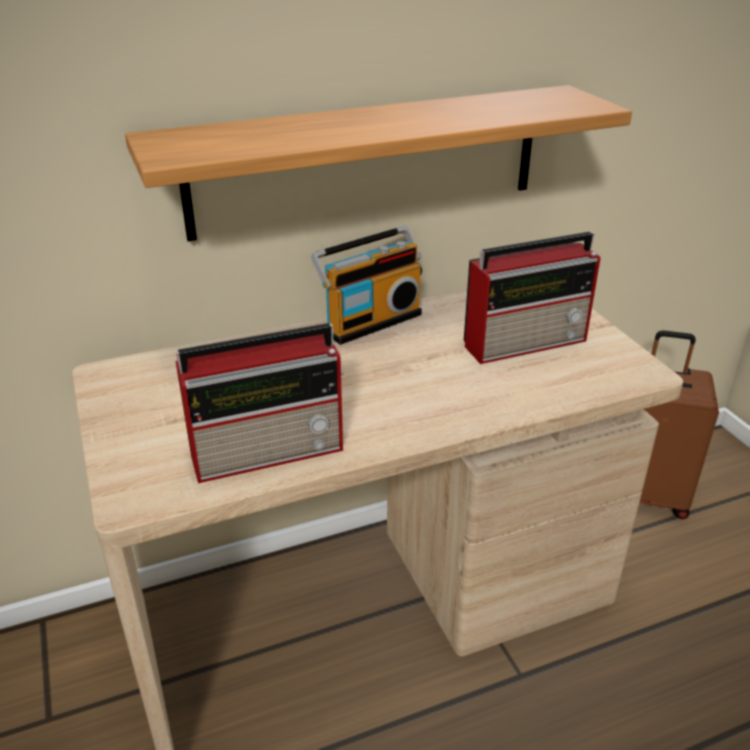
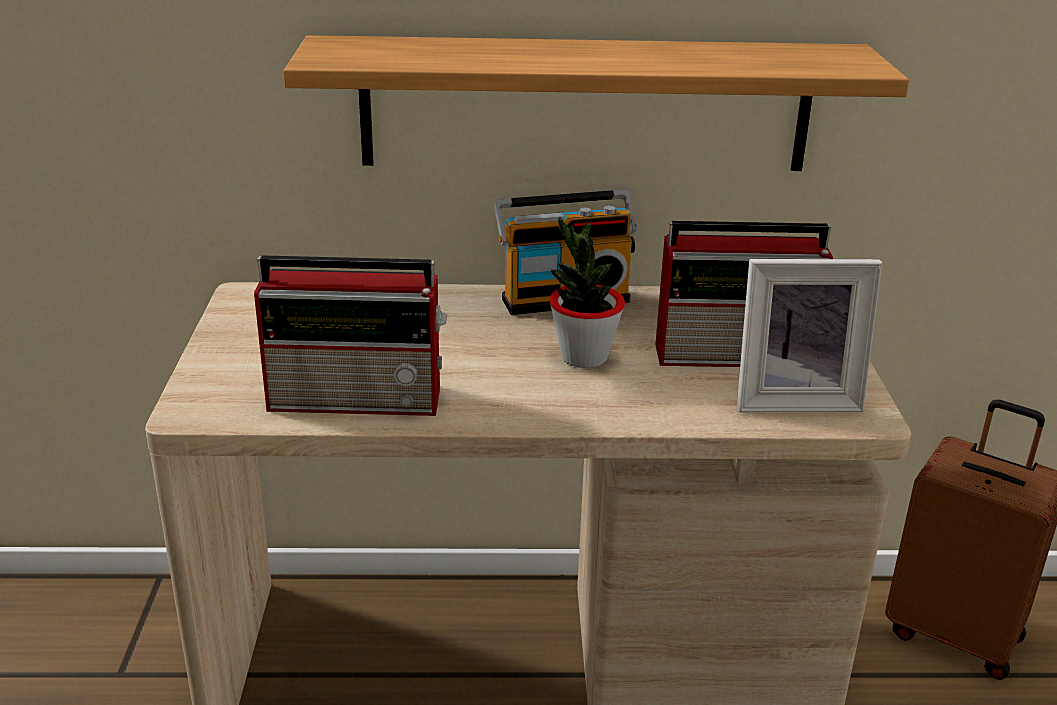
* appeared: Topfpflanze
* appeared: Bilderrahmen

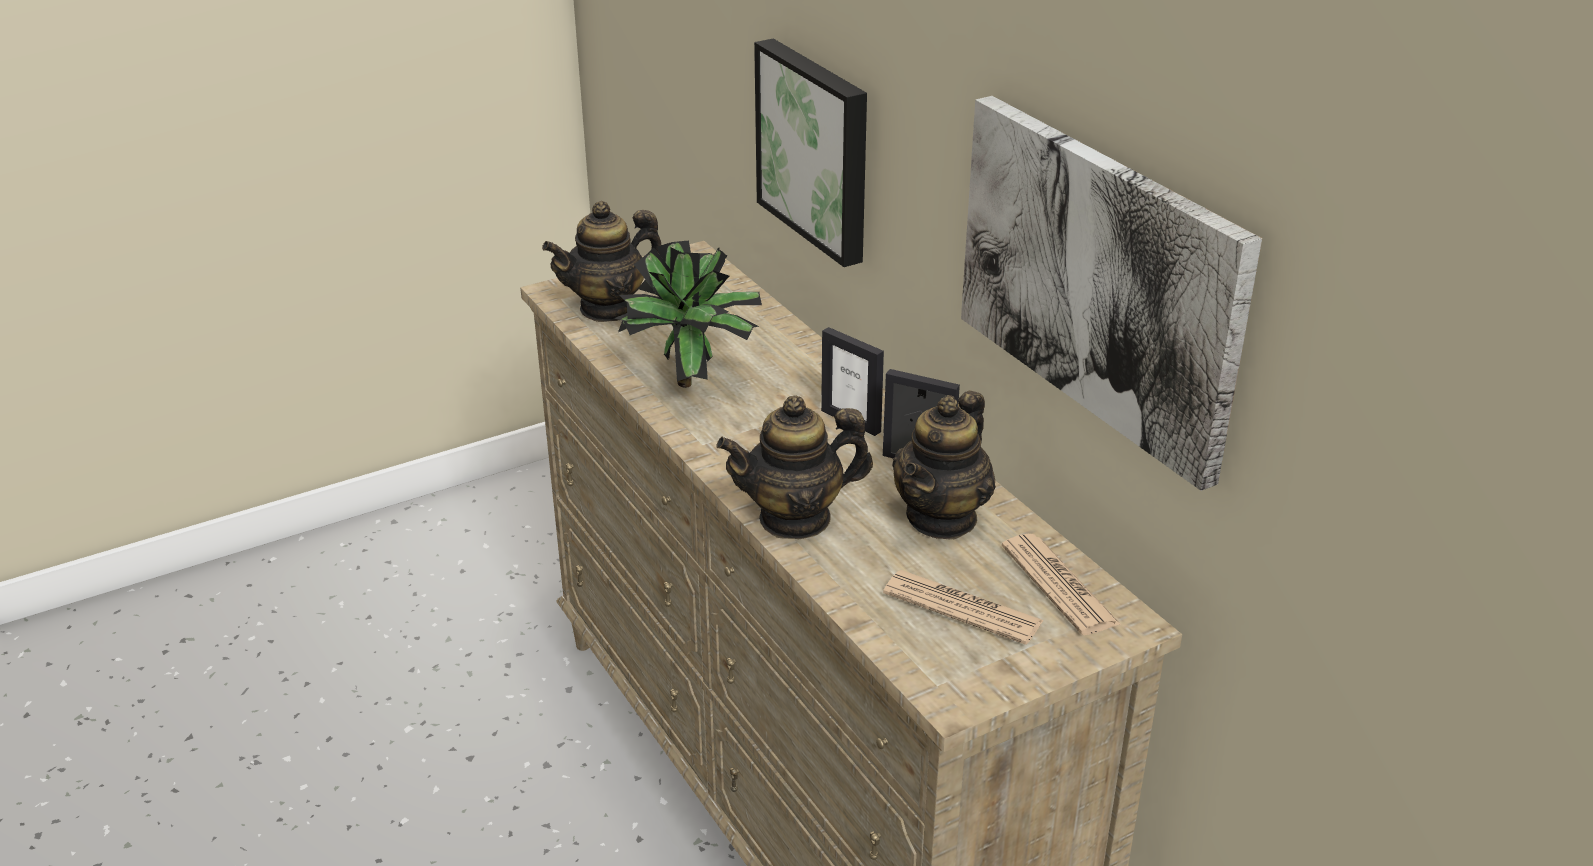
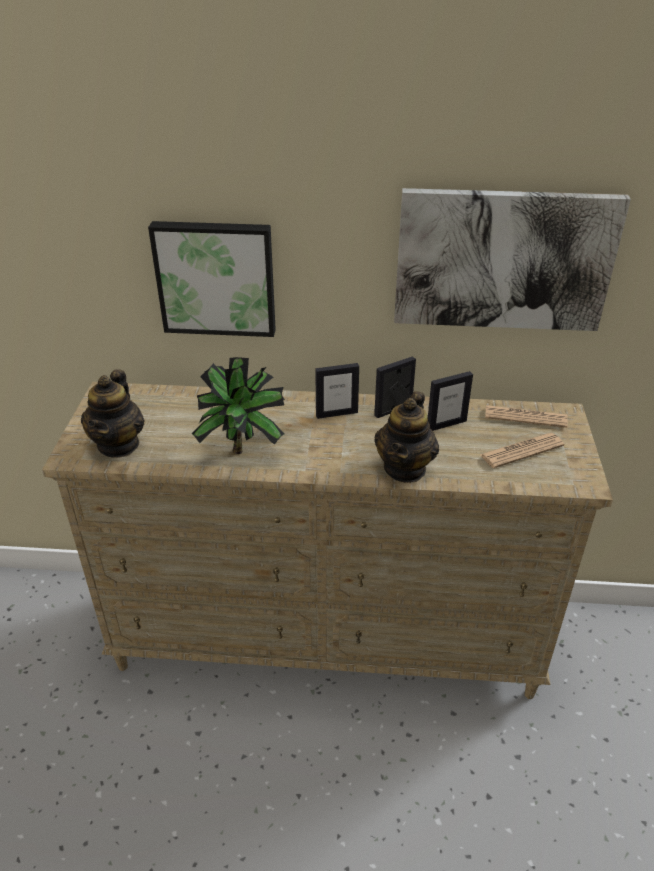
* exchanged: Teekanne (no. 3 from left) to Bilderrahmen (no. 3 from left)

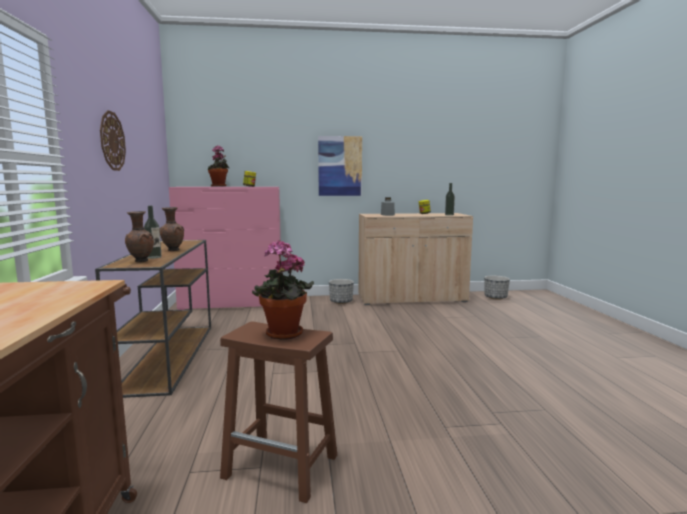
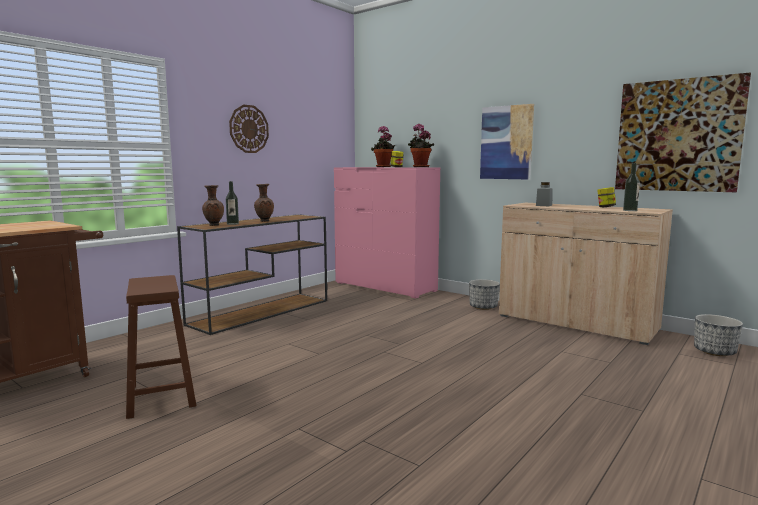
* relocated: Topfpflanze (no. 2 from left)
* appeared: Bild (no. 2 from left)

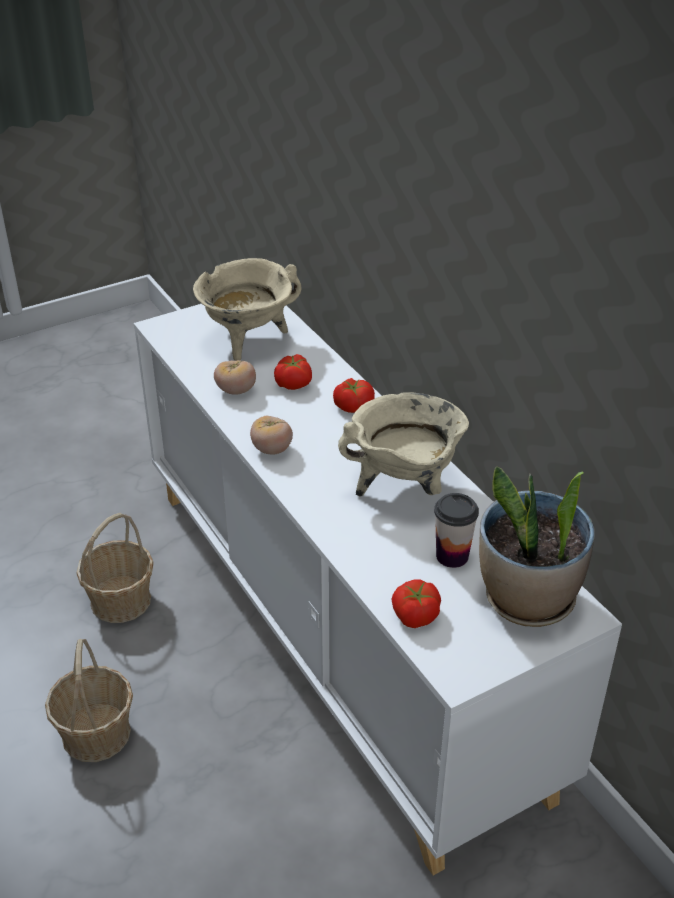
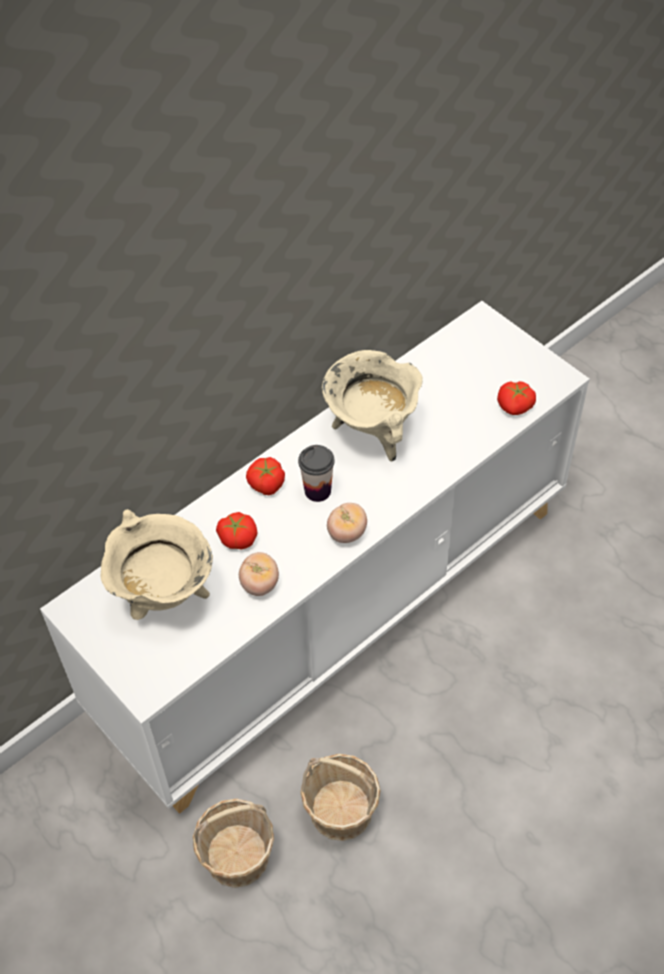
* relocated: Korb (no. 1 from left)
* relocated: Tasse
* missing: Topfpflanze

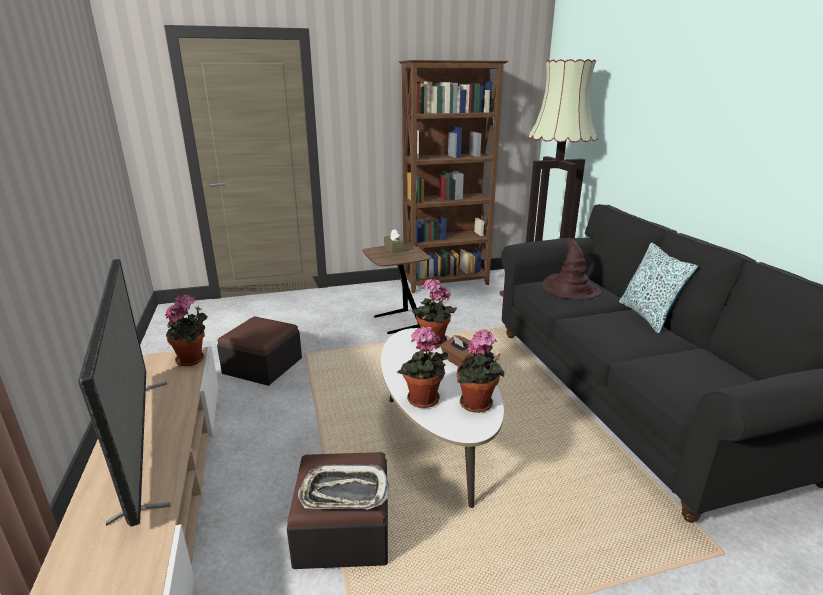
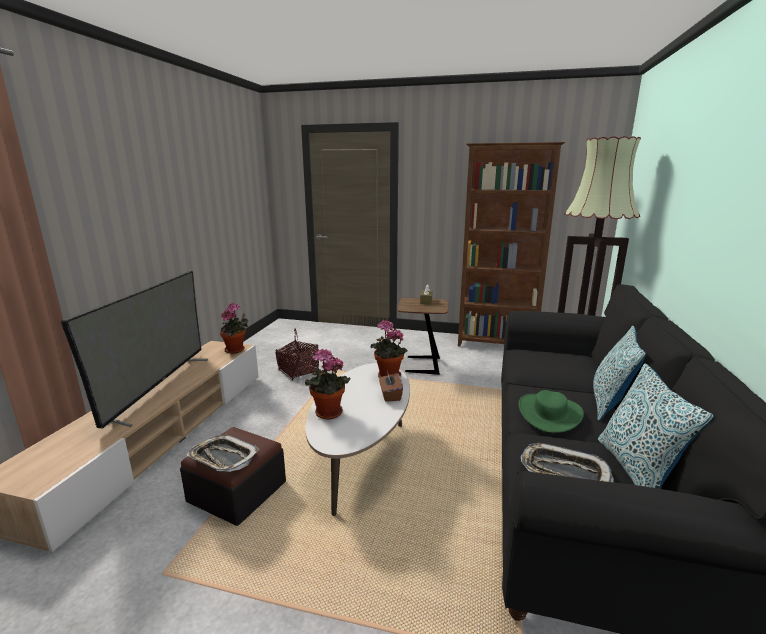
* exchanged: Polsterhocker (no. 1 from left) to Korb
* appeared: Hut [grün]
* appeared: Tablett (no. 2 from left)
* appeared: Kissen (no. 2 from left)
* missing: Topfpflanze (no. 4 from left)
* missing: Hut [braun]

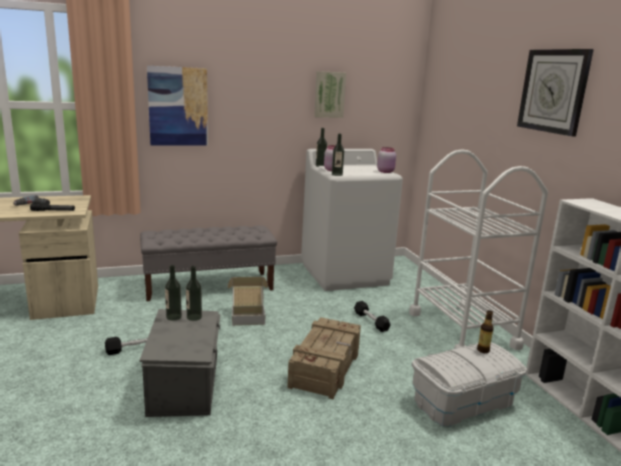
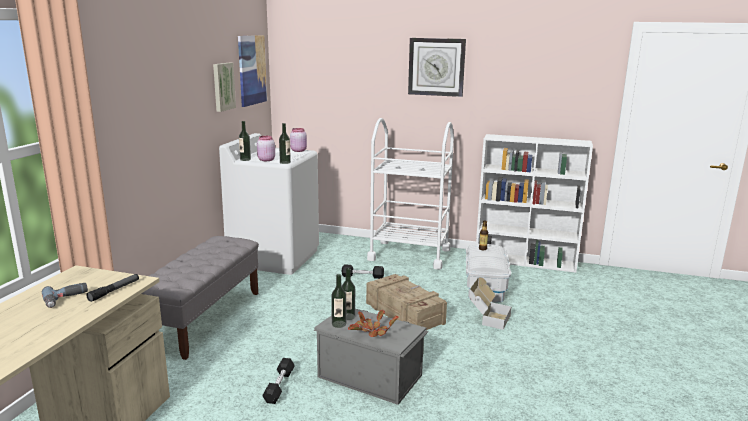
* relocated: Bild (no. 1 from left in the first image) to Bild (no. 2 from left)
* appeared: Topfpflanze
* relocated: Karton

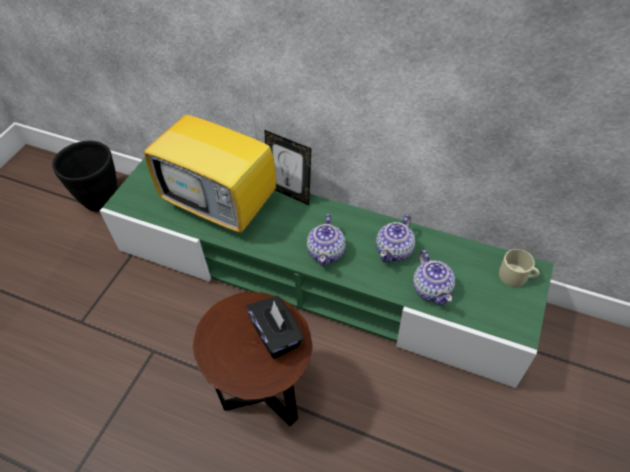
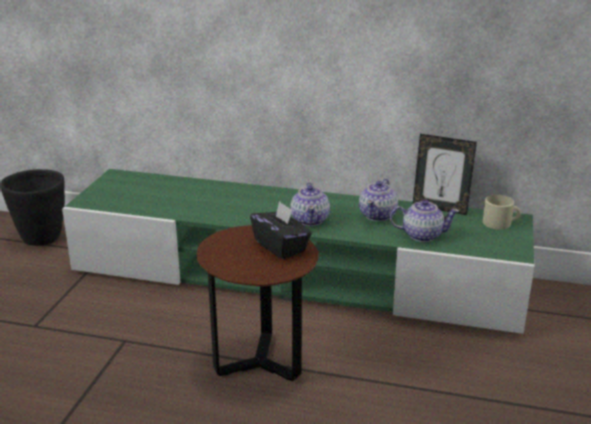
* spun: Teekanne (no. 3 from left) 60 degrees counterclockwise
* relocated: Bilderrahmen
* missing: Fernseher

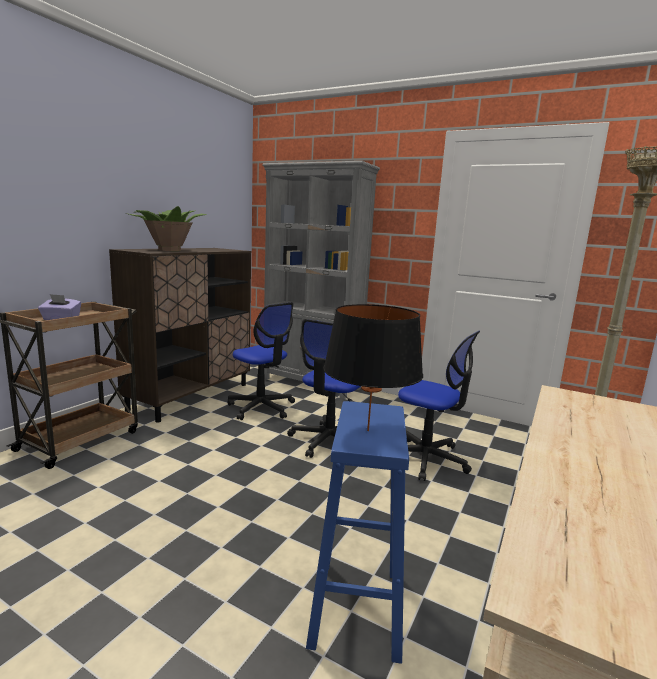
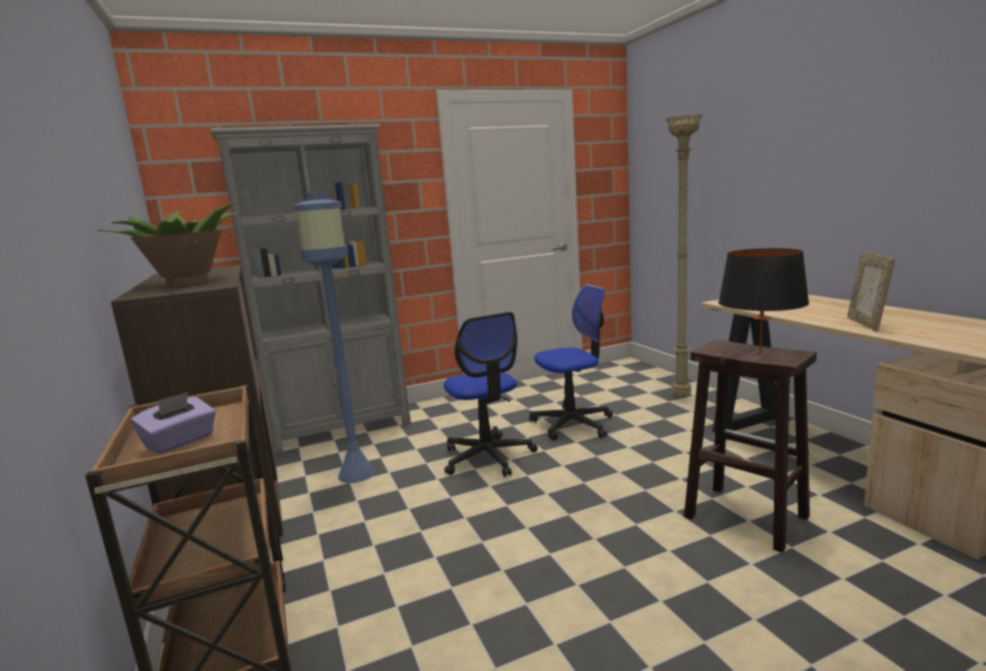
* exchanged: Bürostuhl (no. 1 from left) to Stehlampe [blau]
* colour: Hocker [blau] to Hocker [braun]
* appeared: Bilderrahmen

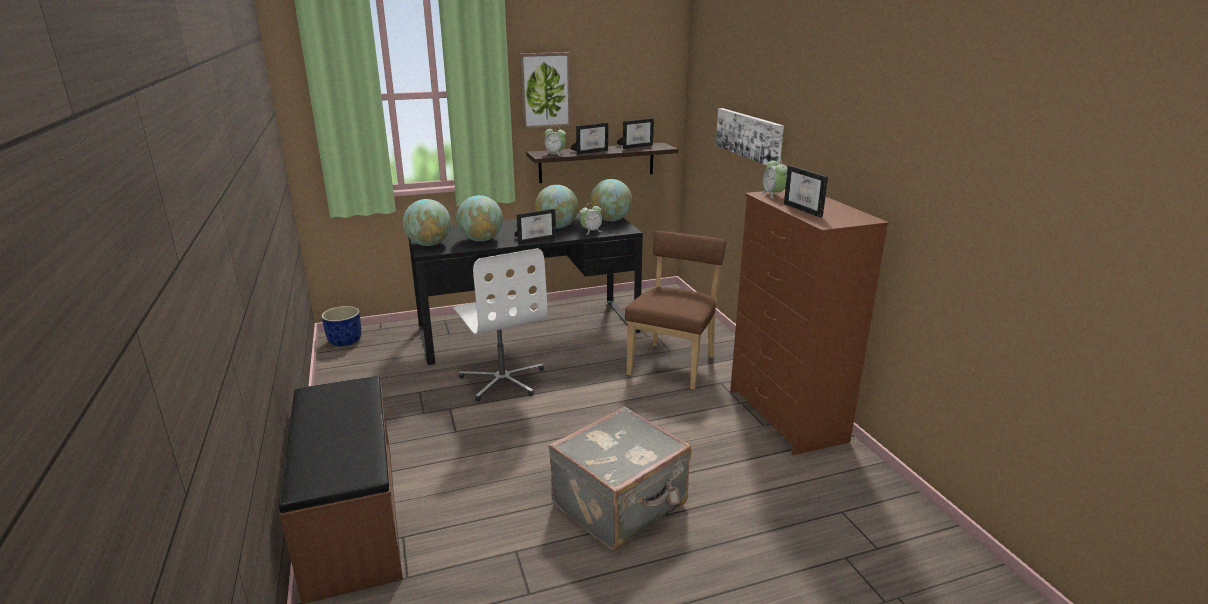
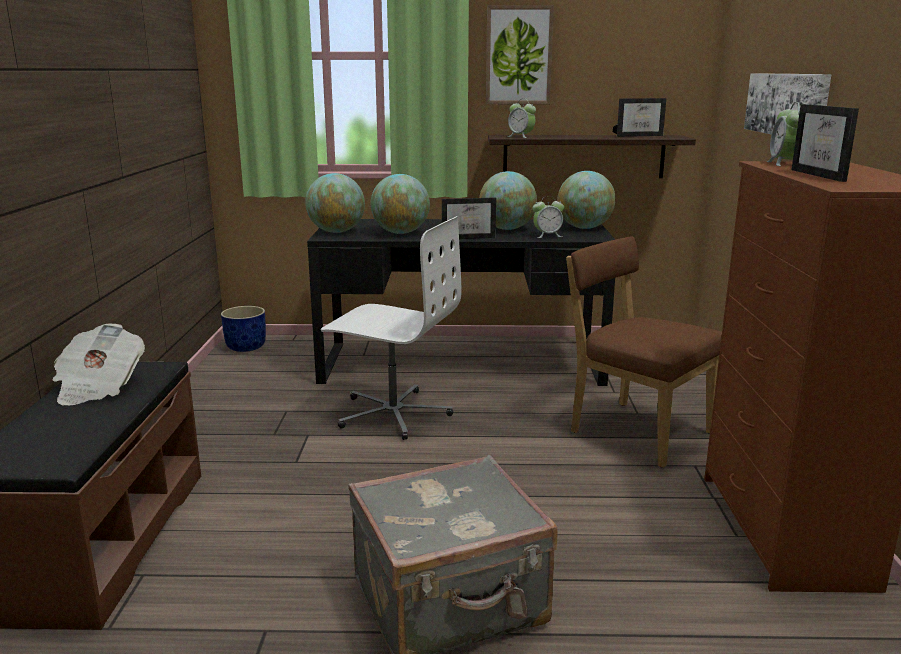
* appeared: Zeitung
* spun: Bürostuhl [weiß] 60 degrees counterclockwise
* spun: Stuhl [braun] 90 degrees counterclockwise
* missing: Bilderrahmen (no. 2 from left)

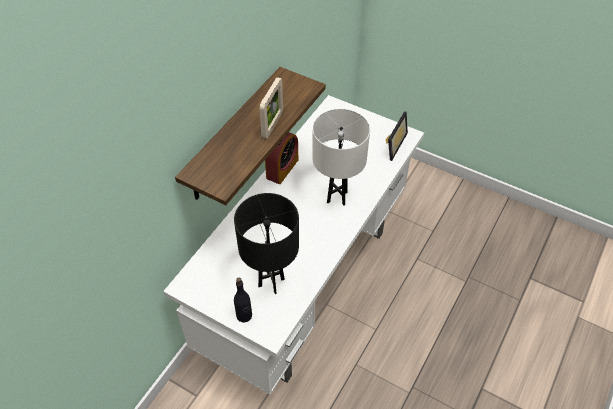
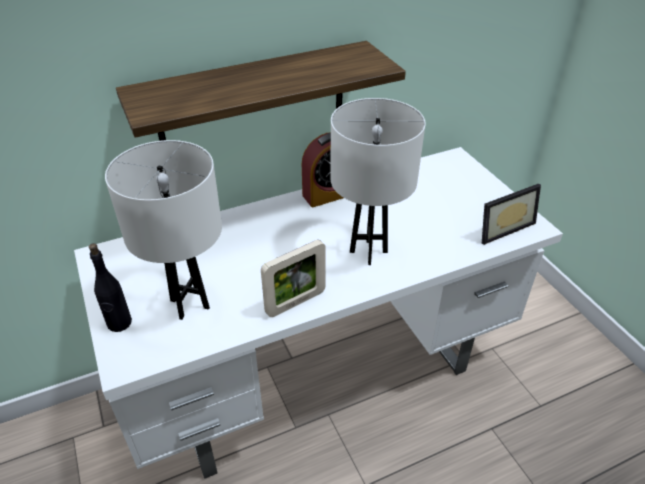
* colour: Tischlampe [schwarz] to Tischlampe [weiß] (no. 1 from left)
* relocated: Bilderrahmen (no. 1 from left)

